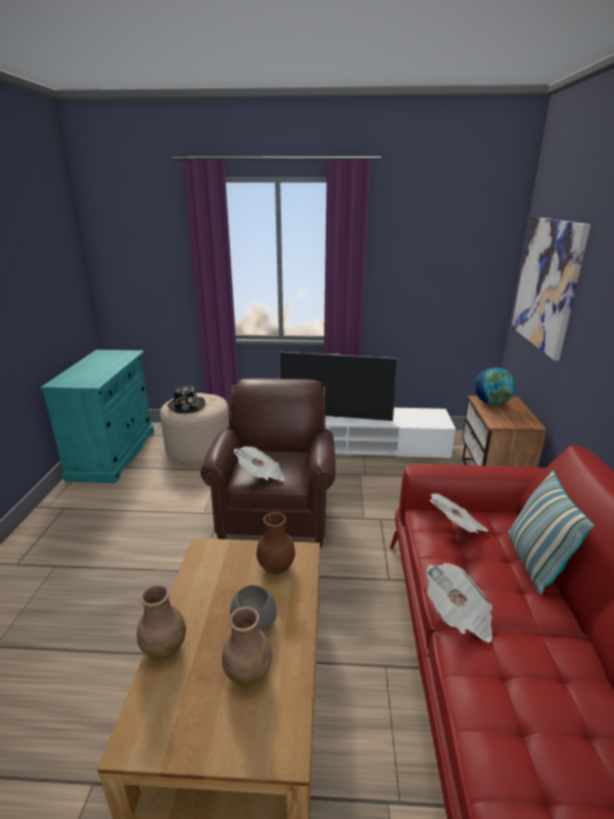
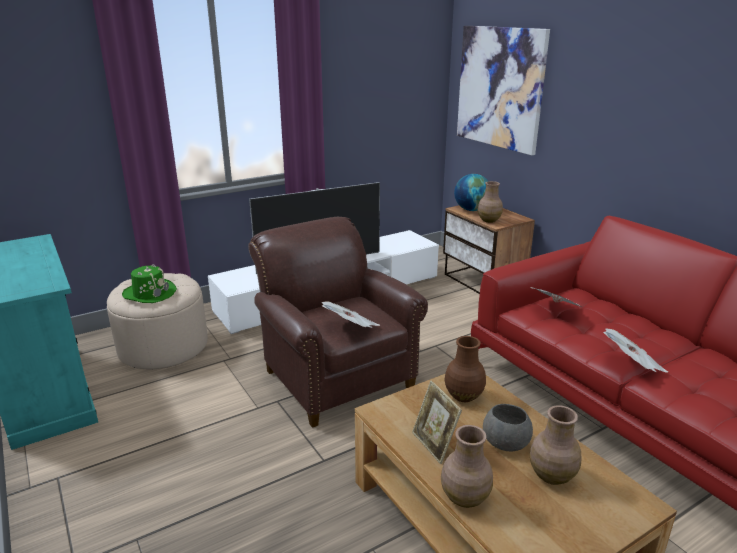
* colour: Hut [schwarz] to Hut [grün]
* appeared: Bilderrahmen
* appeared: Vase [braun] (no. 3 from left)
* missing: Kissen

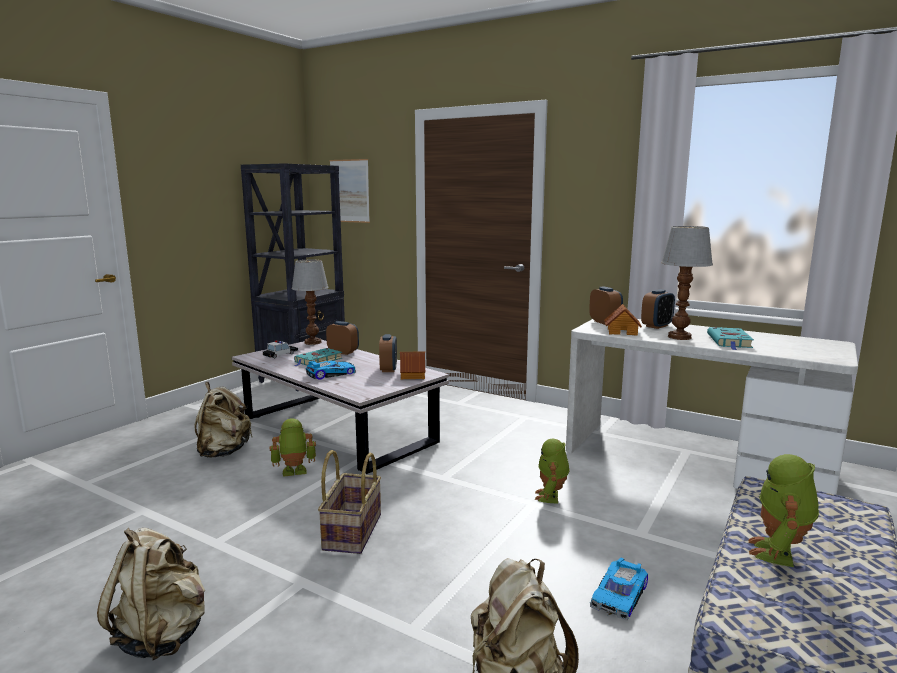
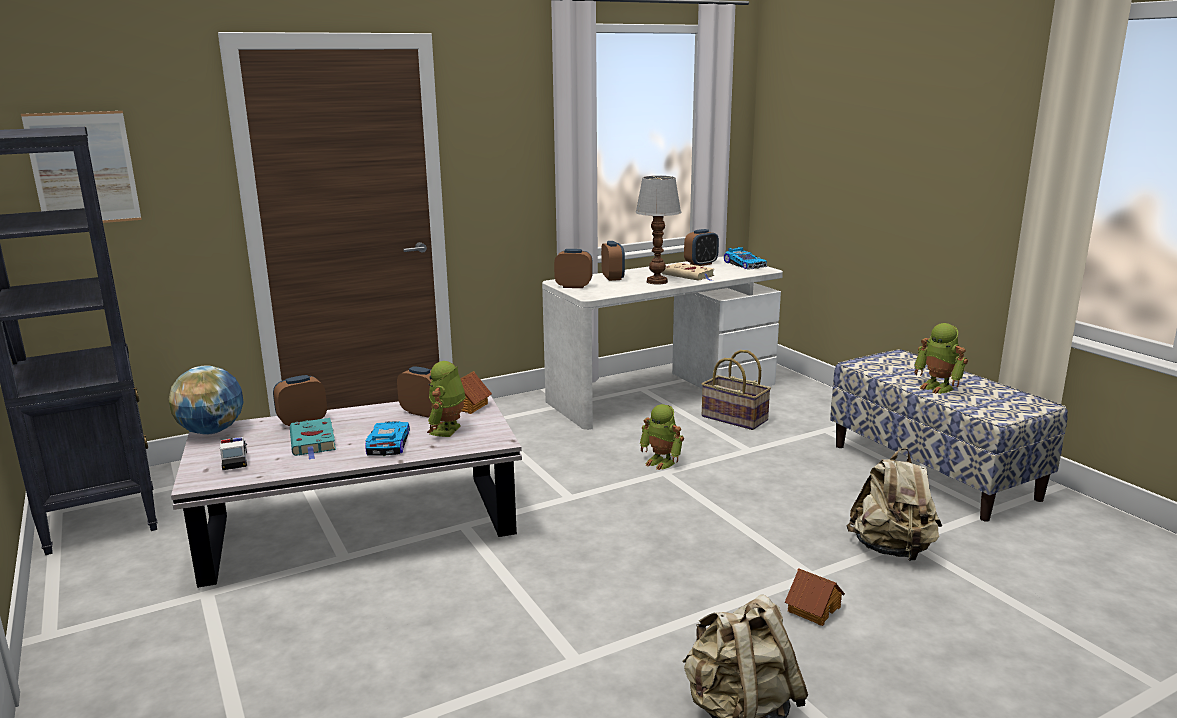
* exchanged: Tischlampe (no. 1 from left) to Globus
* relocated: Spielzeugroboter (no. 1 from left)
* colour: Buch [türkis] (no. 2 from left) to Buch [beige]
* appeared: Wecker (no. 5 from left)
* relocated: Korb
* relocated: Spielzeugauto (no. 3 from left)
* relocated: Spielzeughaus (no. 2 from left)
* missing: Rucksack [beige] (no. 2 from left)

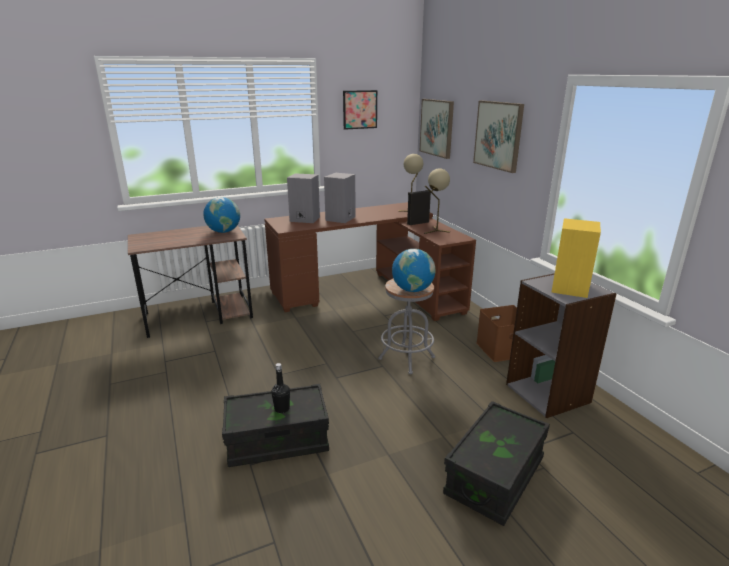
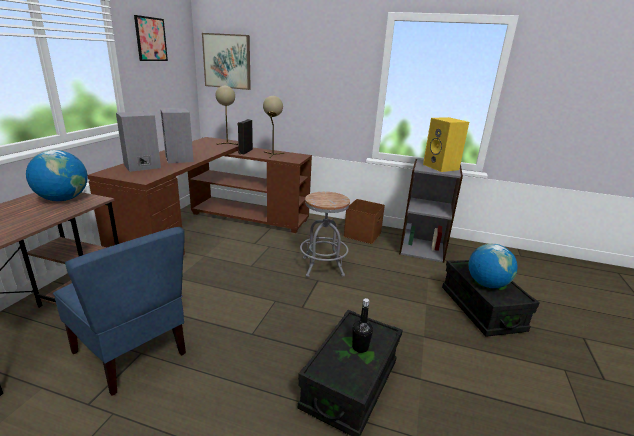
* appeared: Stuhl [blau]
* relocated: Globus (no. 2 from left)
* missing: Bild (no. 3 from left)

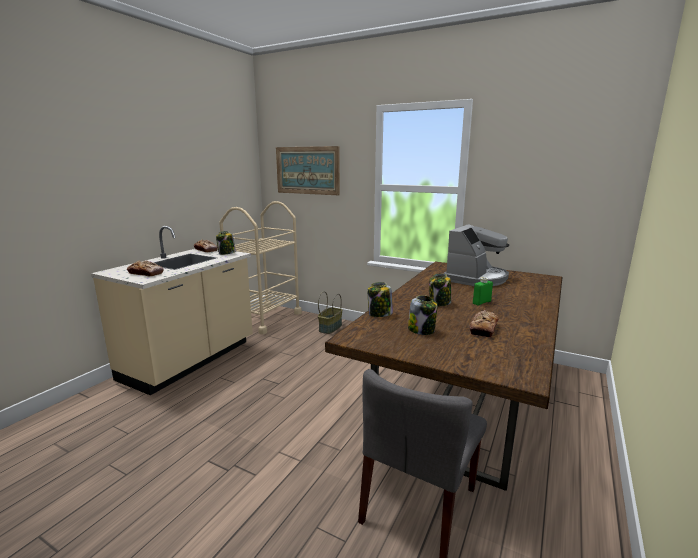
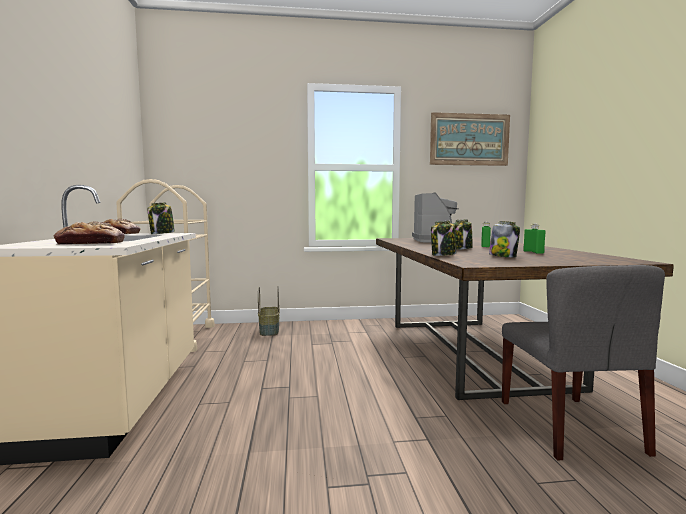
* relocated: Bild
* exchanged: Brot (no. 3 from left) to Flasche [grün] (no. 2 from left)

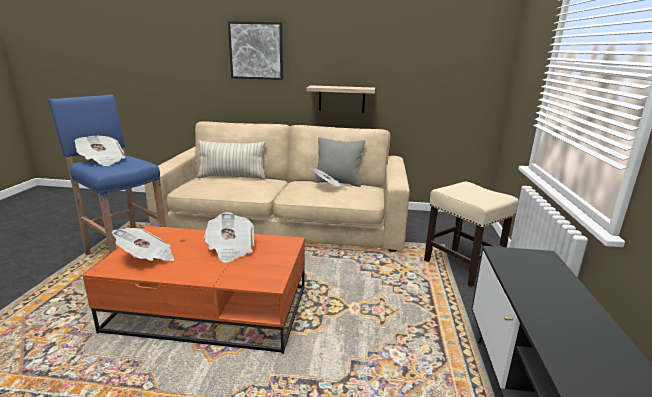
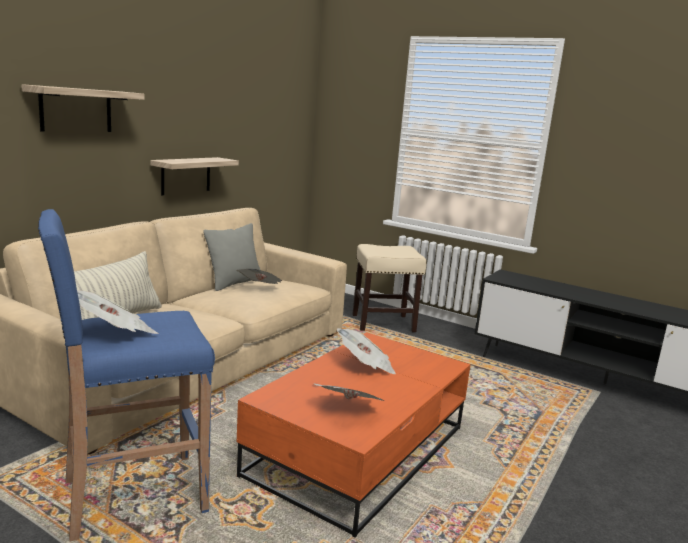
* exchanged: Bild to Wandregal (no. 1 from left)

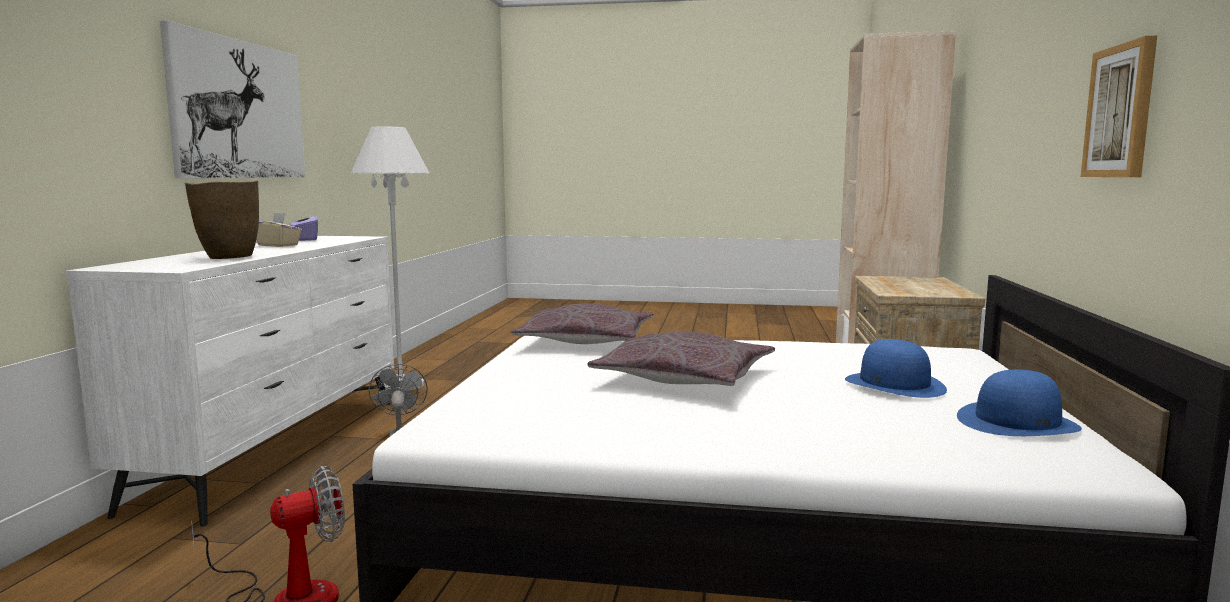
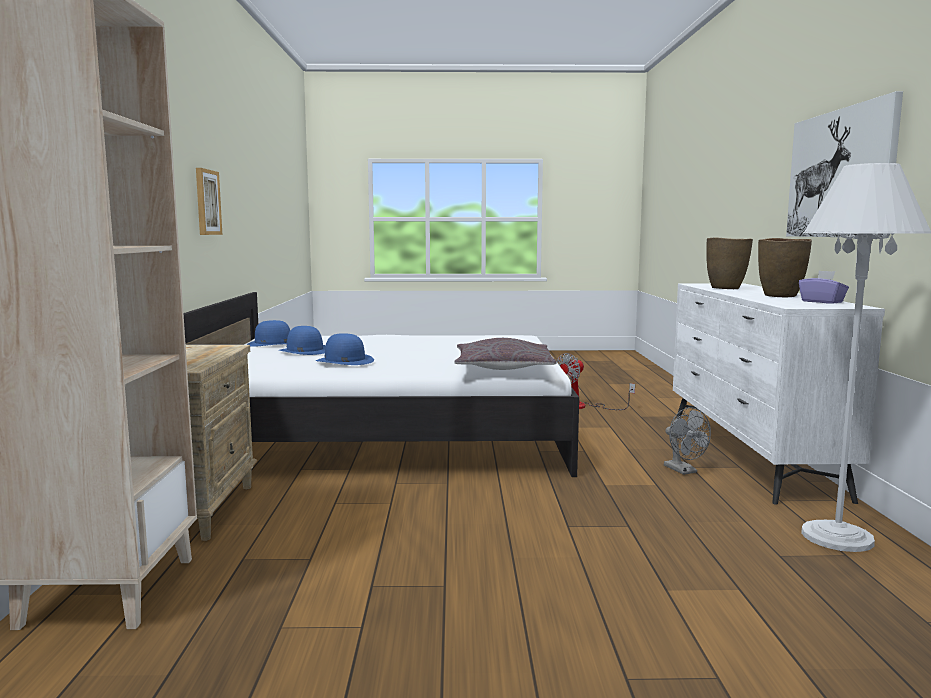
* appeared: Hut [blau] (no. 3 from left)
* exchanged: Taschentuchbox [beige] to Vase [braun] (no. 2 from left)
* missing: Kissen [grau] (no. 2 from left)

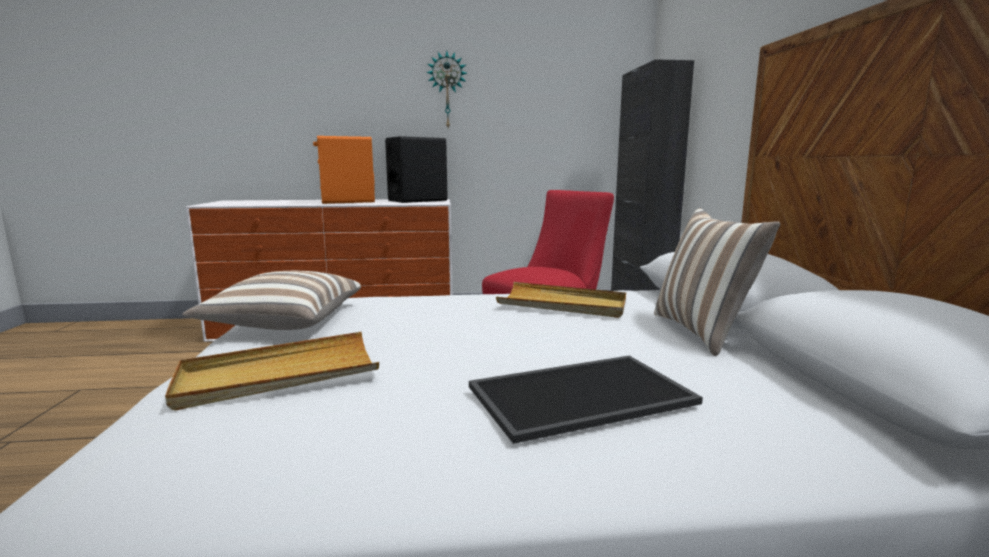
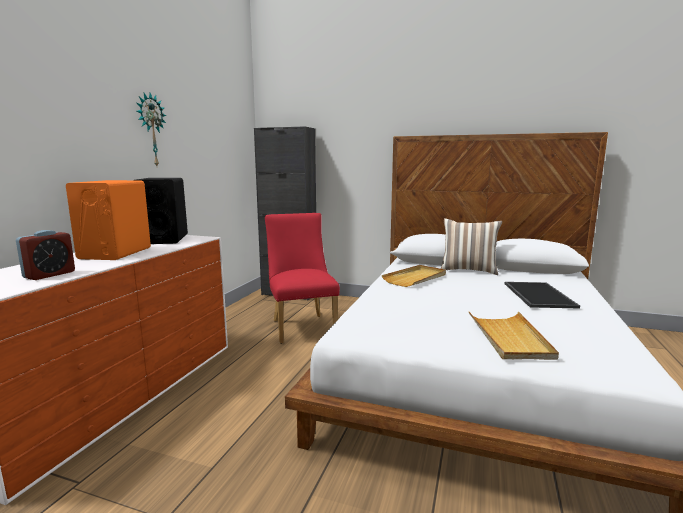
* appeared: Wecker
* missing: Kissen (no. 1 from left)

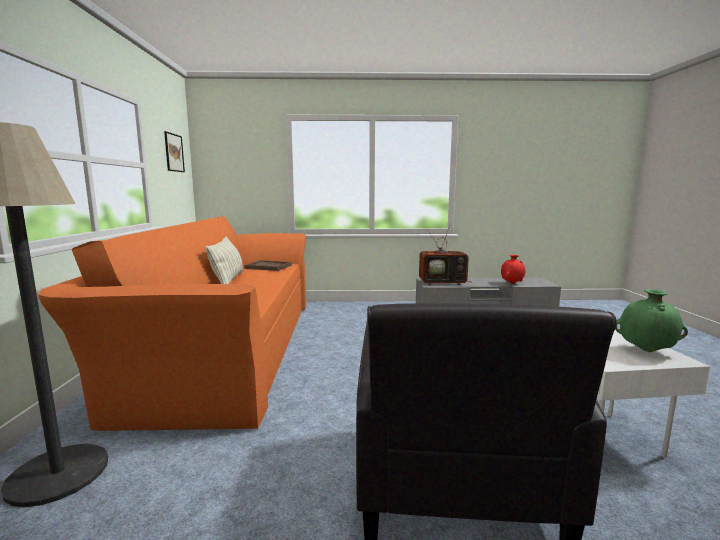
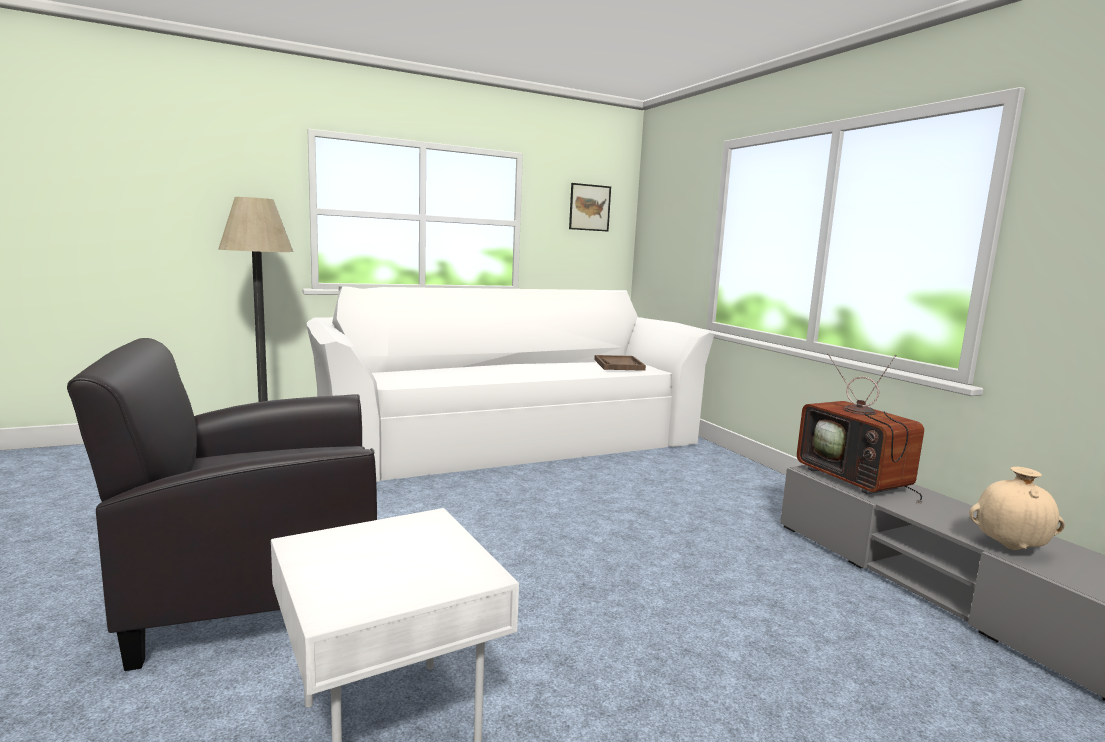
* colour: Sofa [orange] to Sofa [weiß]
* colour: Vase [rot] to Vase [beige]
* missing: Kissen
* missing: Vase [grün]

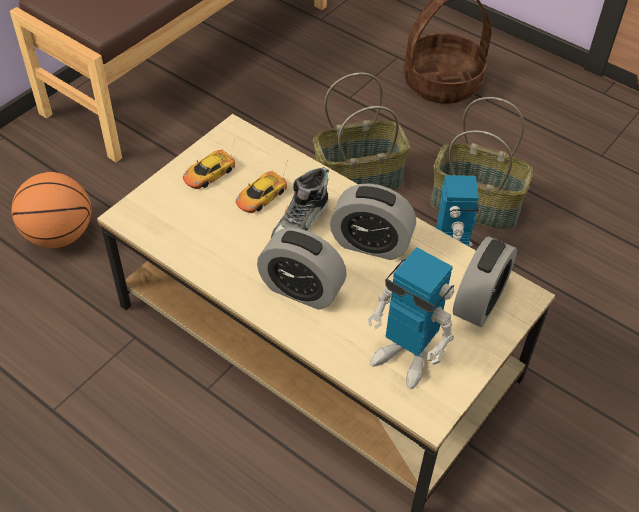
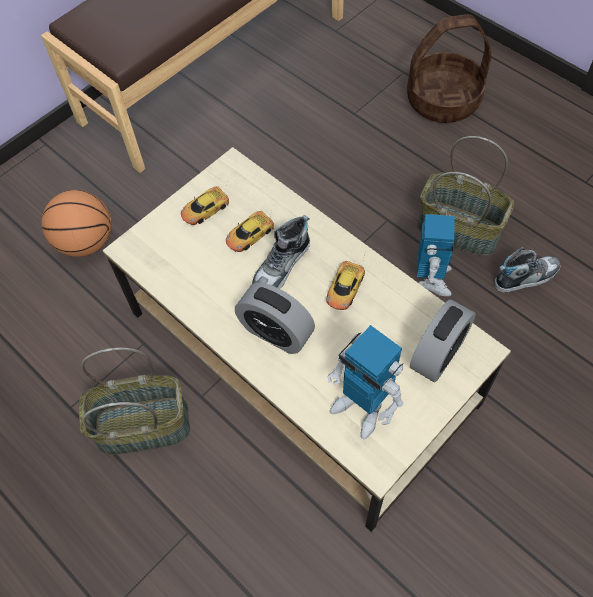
* relocated: Korb (no. 1 from left)
* exchanged: Wecker (no. 2 from left) to Spielzeugauto (no. 3 from left)
* appeared: Schuh (no. 2 from left)

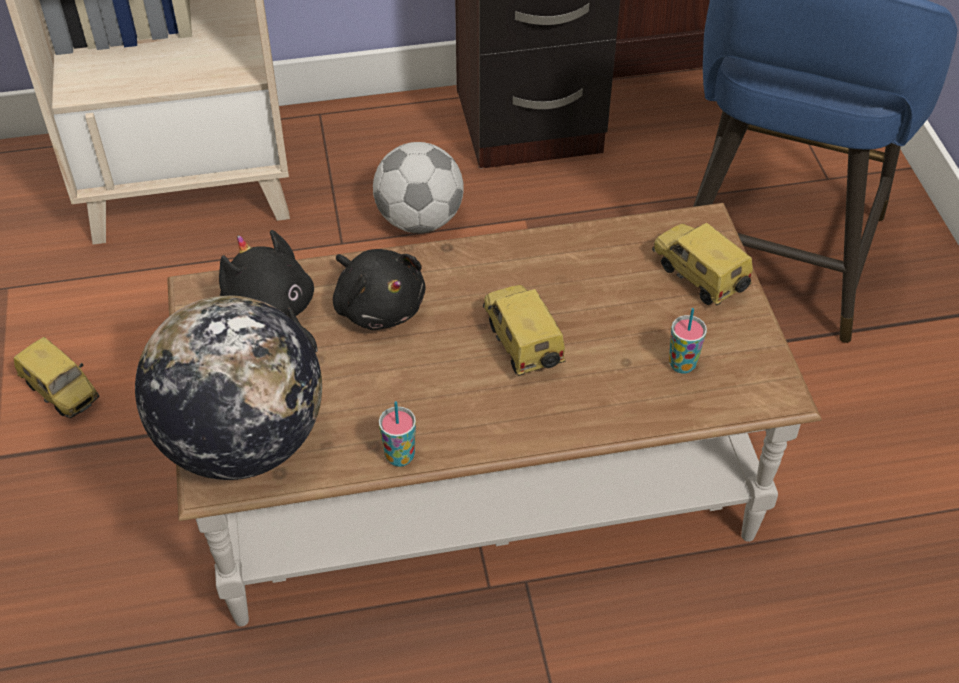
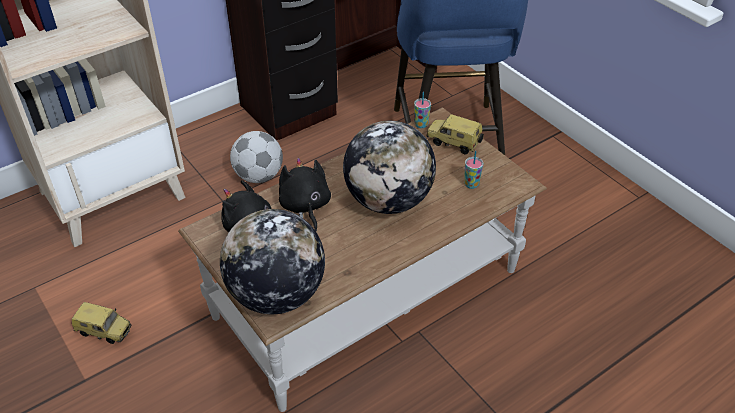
* spun: Plüschtier [schwarz] (no. 2 from left) 135 degrees counterclockwise
* exchanged: Spielzeugauto (no. 2 from left) to Globus (no. 2 from left)
* relocated: Tasse (no. 1 from left)

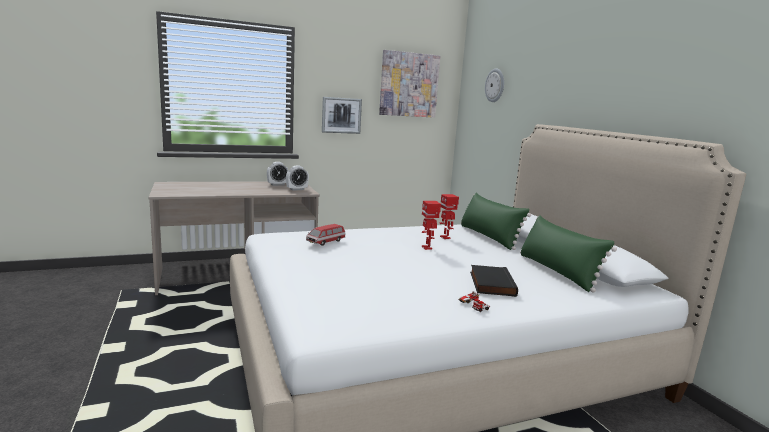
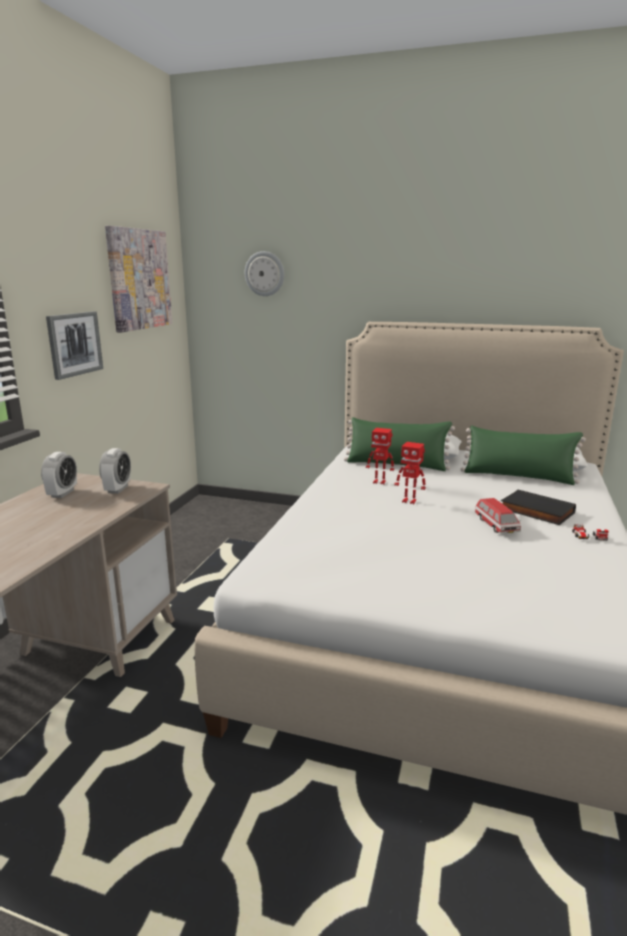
* relocated: Spielzeugauto (no. 1 from left)

